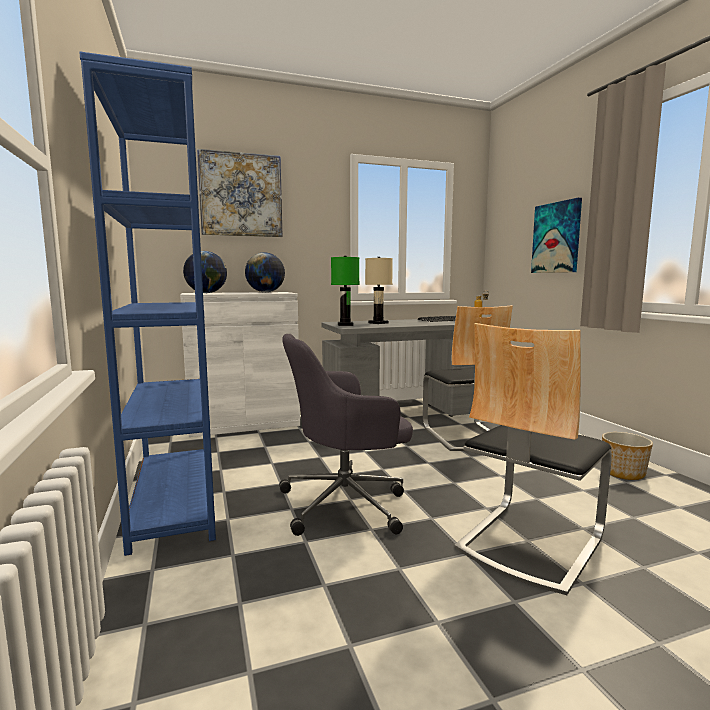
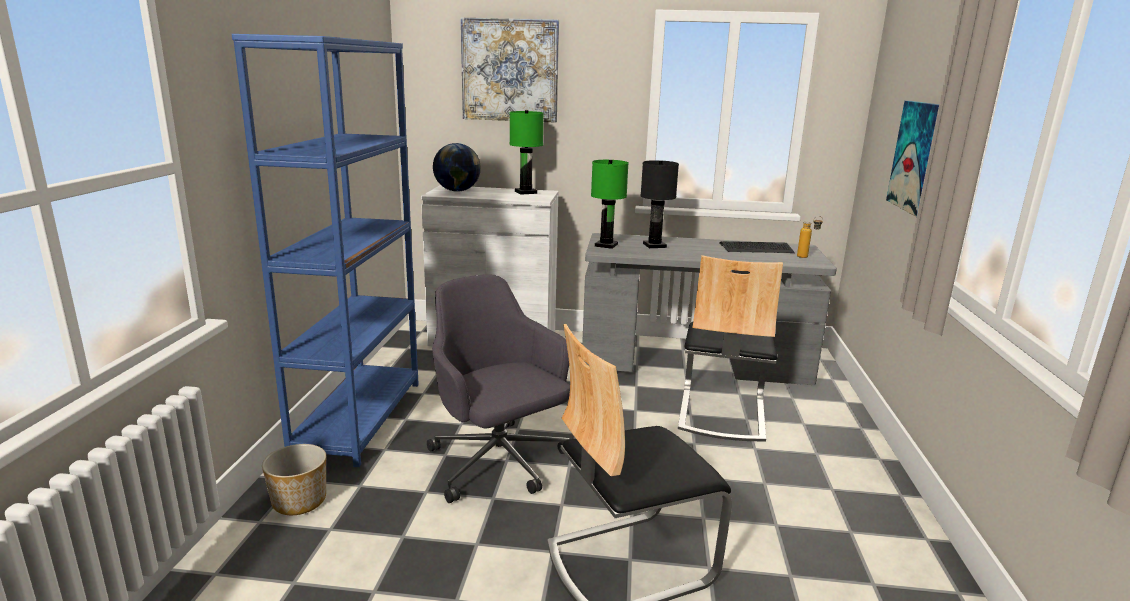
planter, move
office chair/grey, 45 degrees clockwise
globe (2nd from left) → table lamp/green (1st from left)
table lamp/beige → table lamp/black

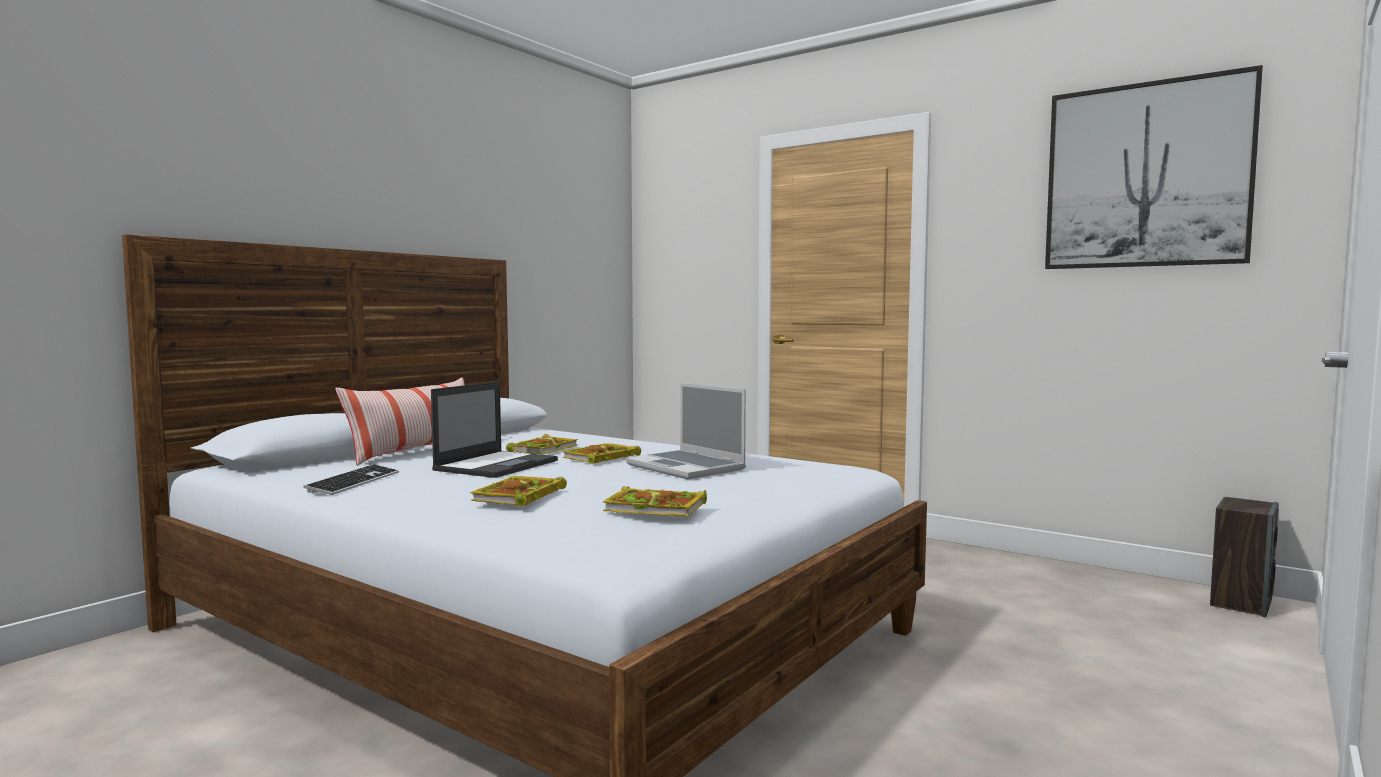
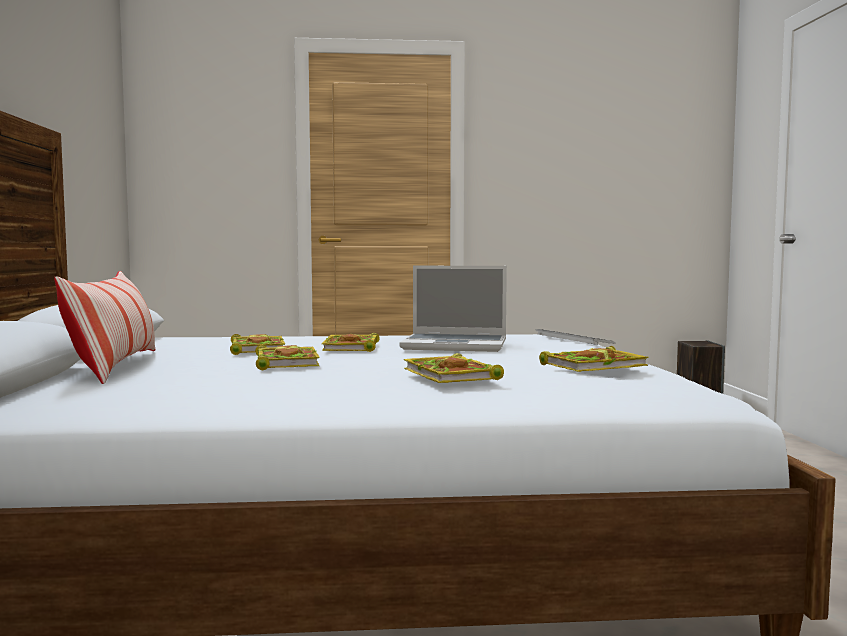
laptop (1st from left) → book (2nd from left)
keyboard, move
picture → -

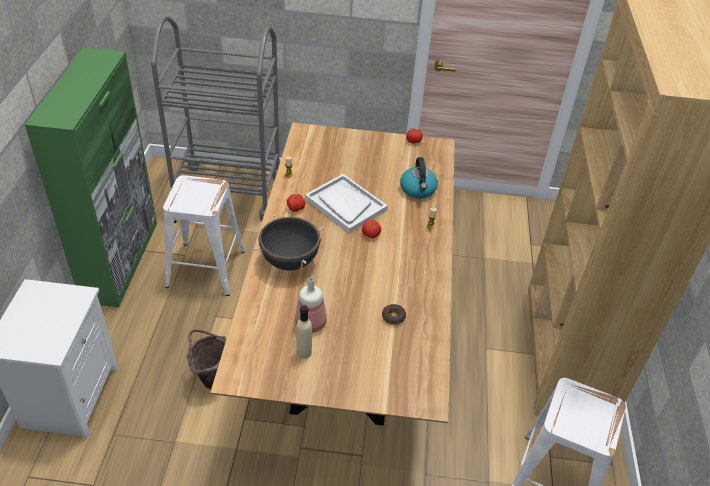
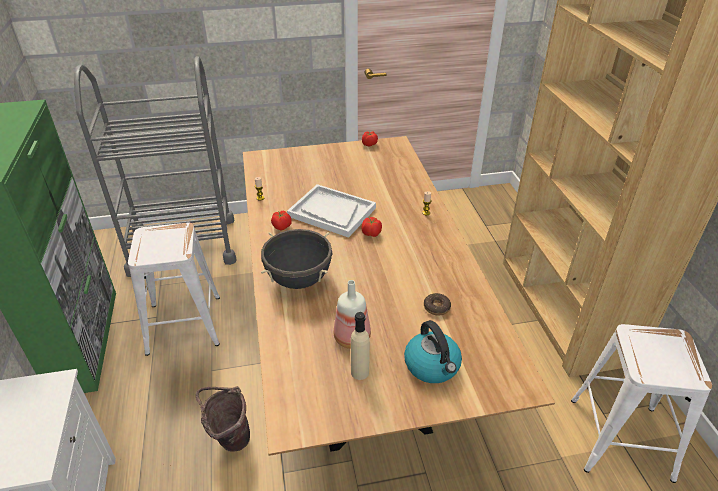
kettle, move

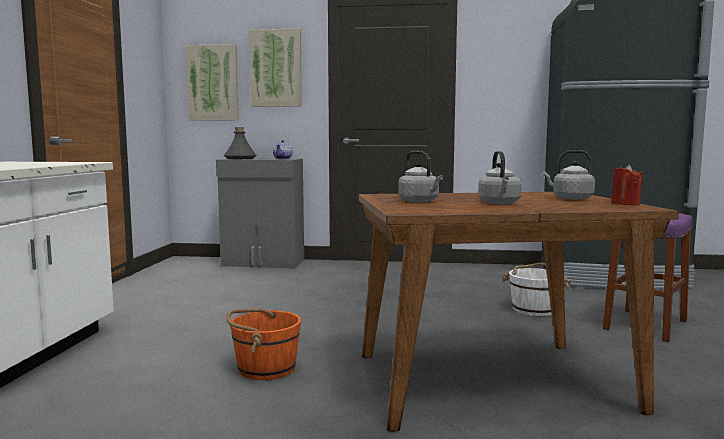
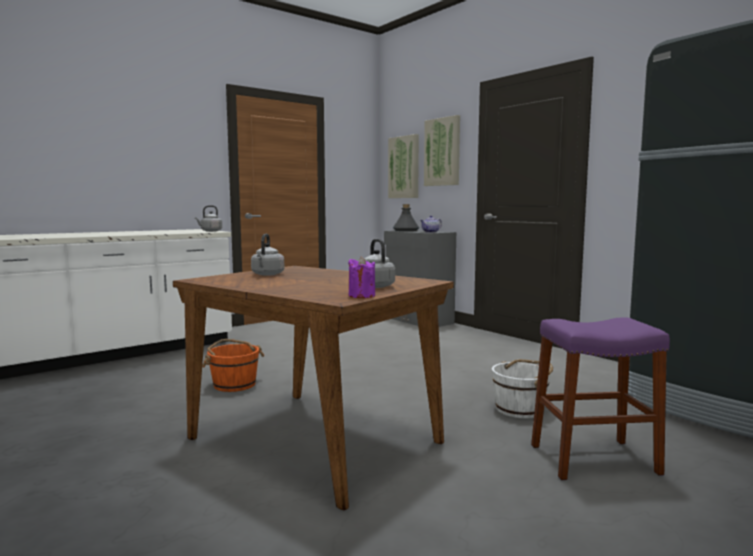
kettle/grey (2nd from left in the first image) → kettle/grey (1st from left), move
candle/red → candle/purple

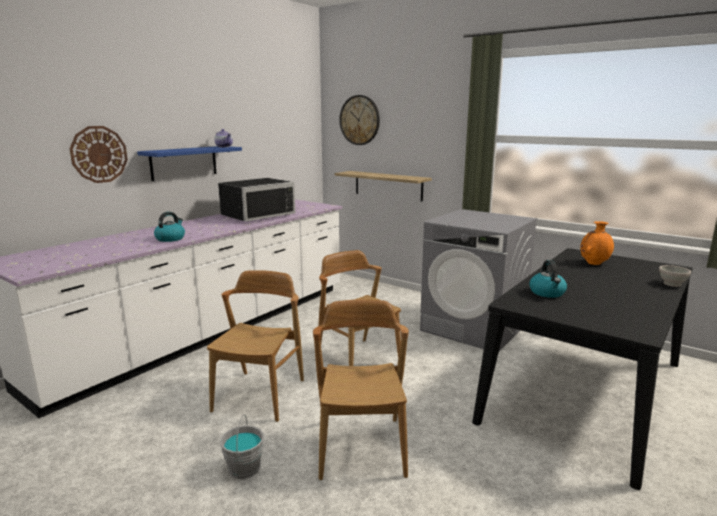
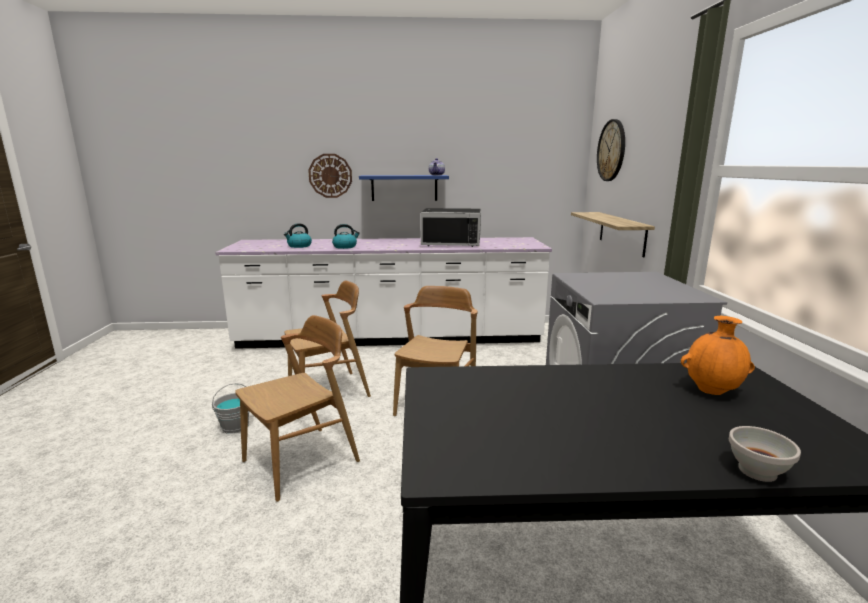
kettle (2nd from left in the first image) → kettle (1st from left), move

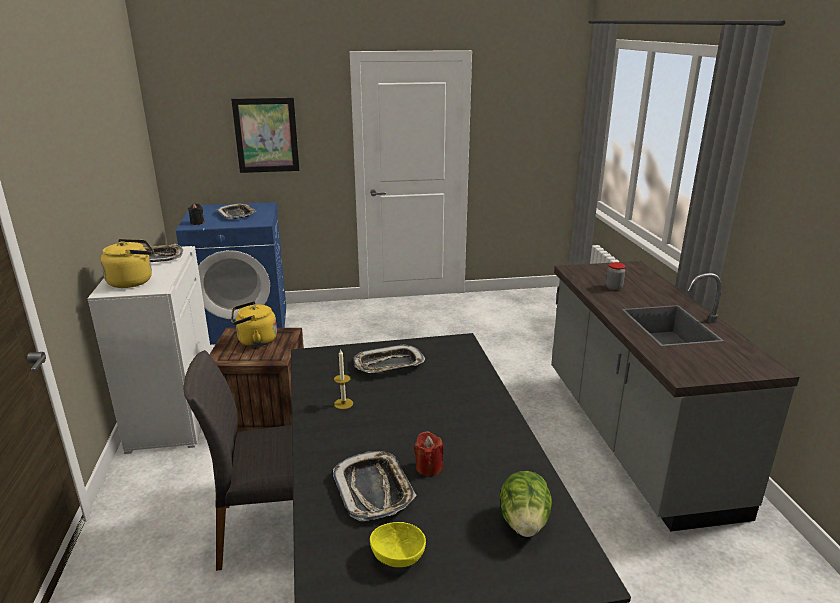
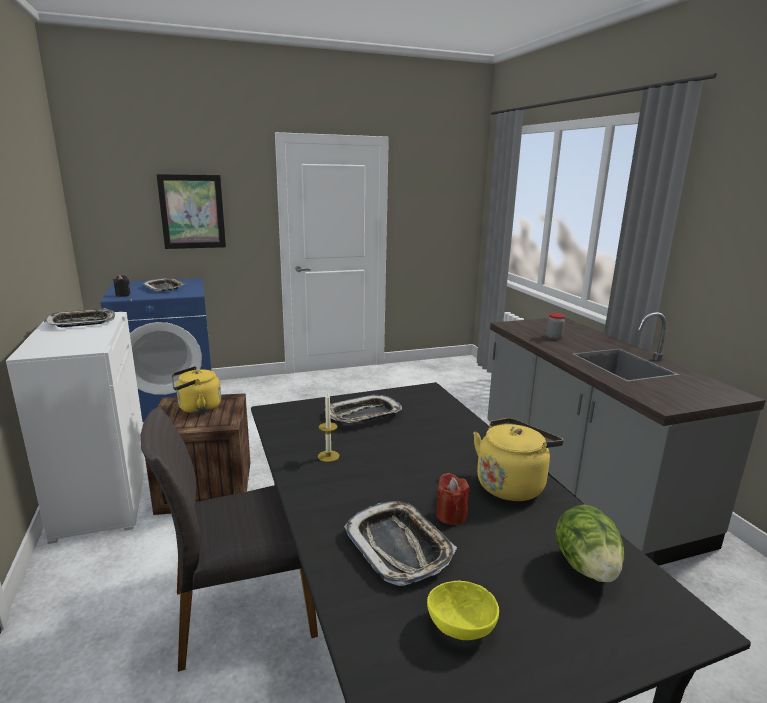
kettle/yellow (1st from left in the first image) → kettle/yellow (2nd from left), move

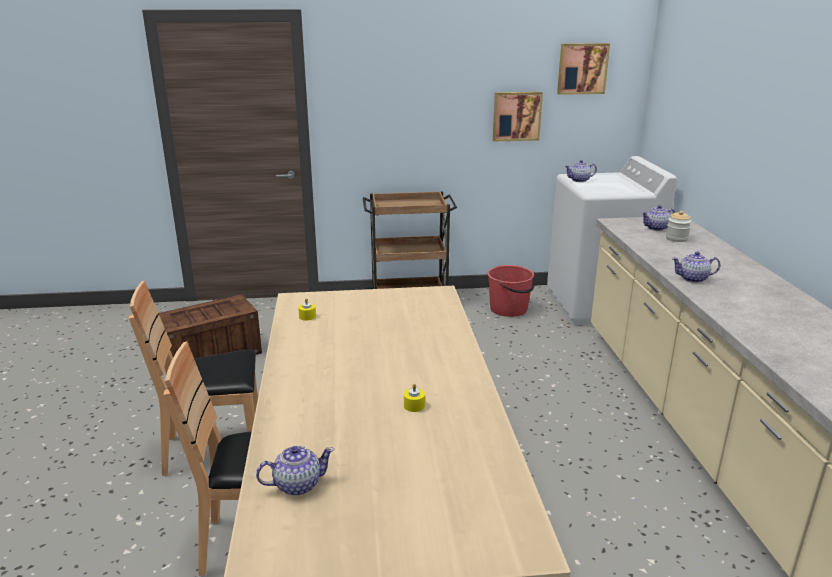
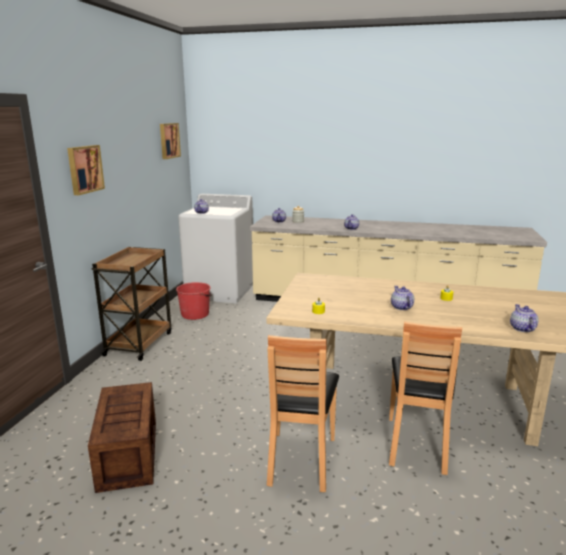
picture (1st from left), move
- → teapot (4th from left)

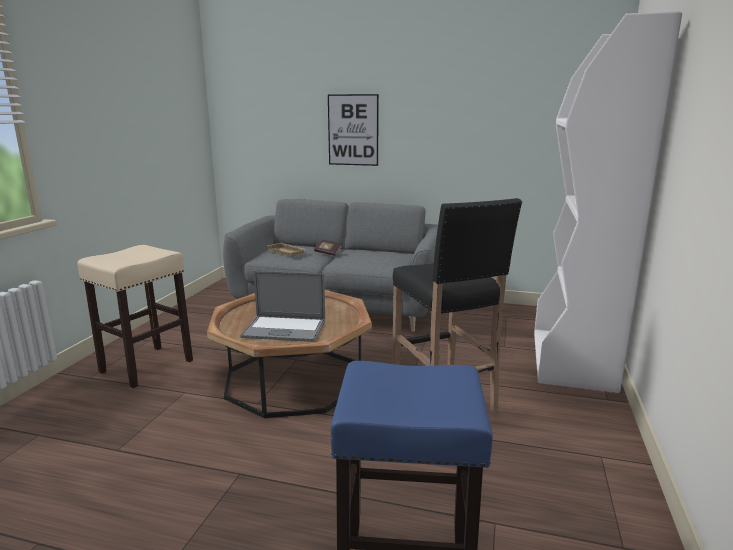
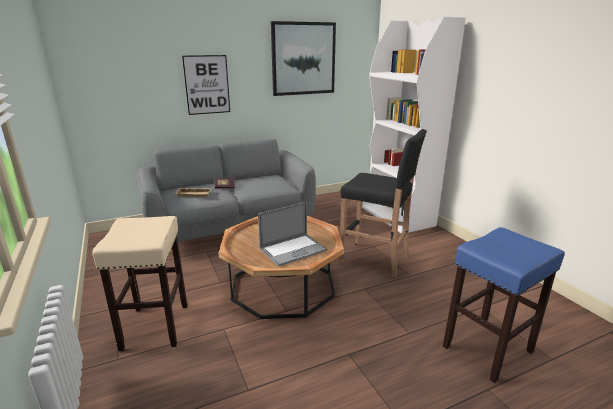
- → picture (2nd from left)

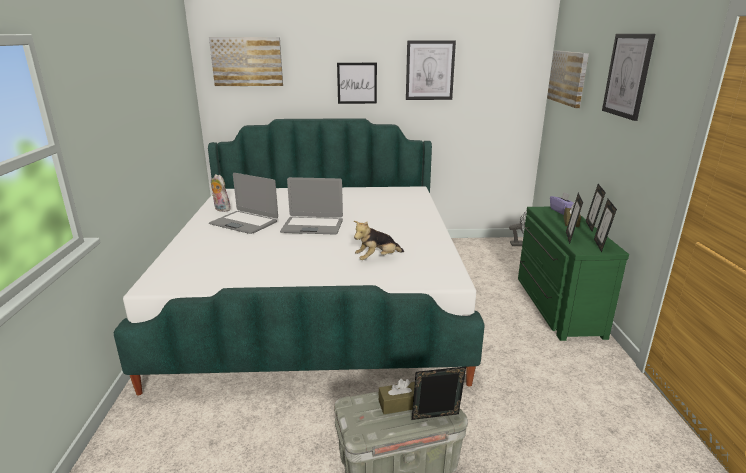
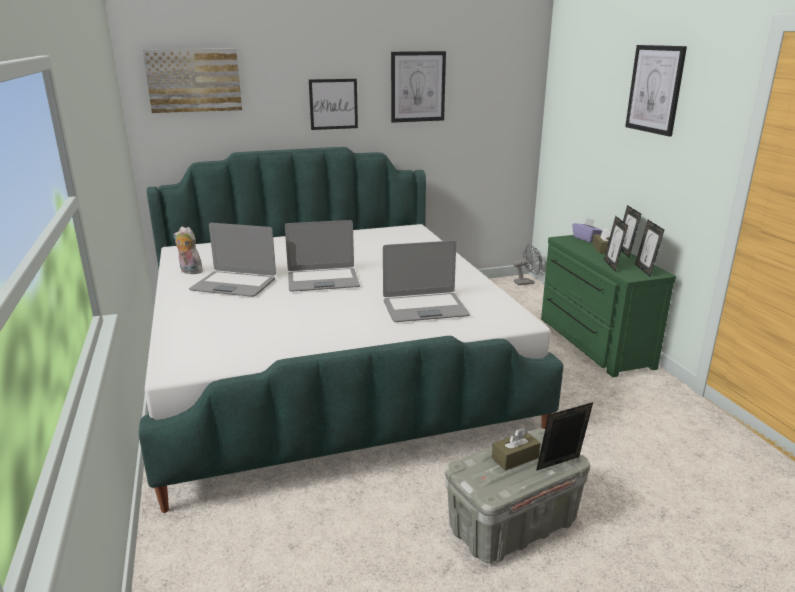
plush toy (2nd from left) → laptop (3rd from left)
picture (4th from left) → -

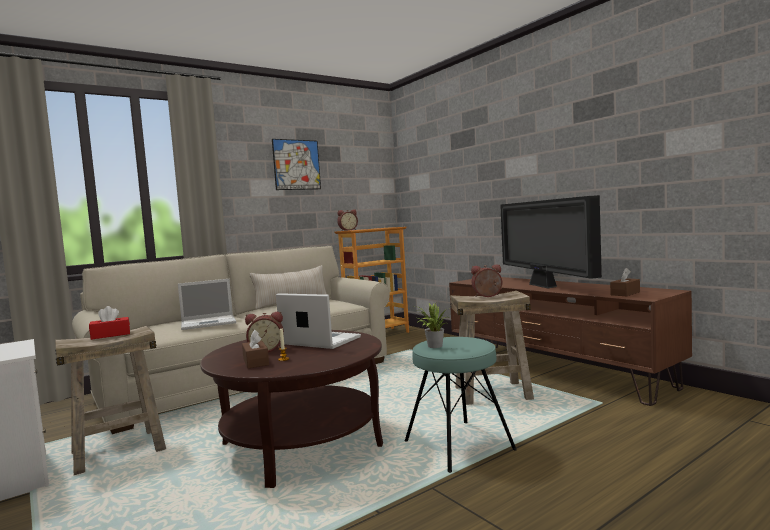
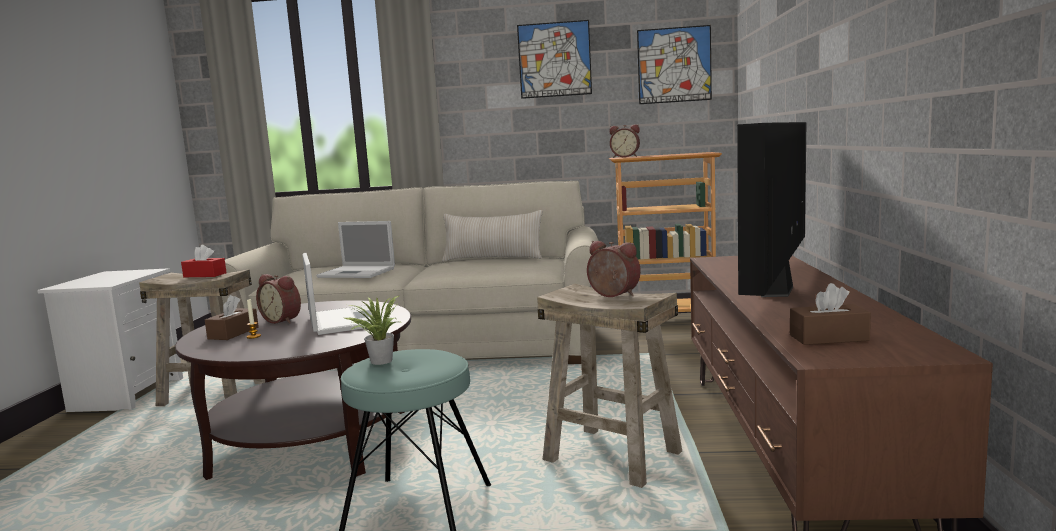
- → picture (2nd from left)

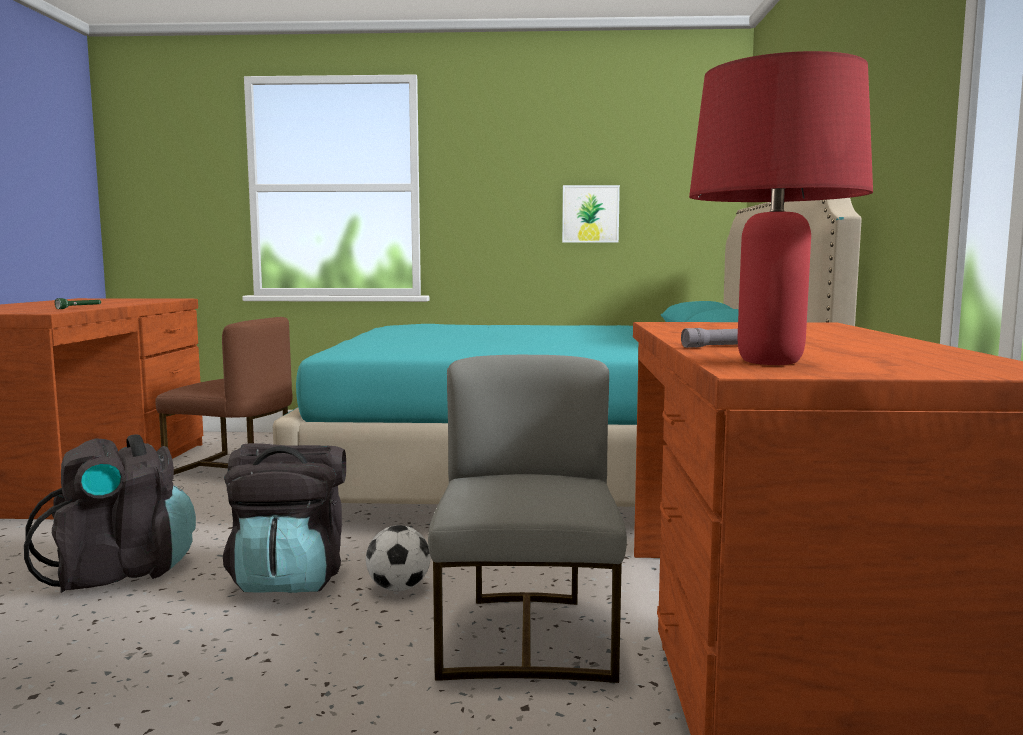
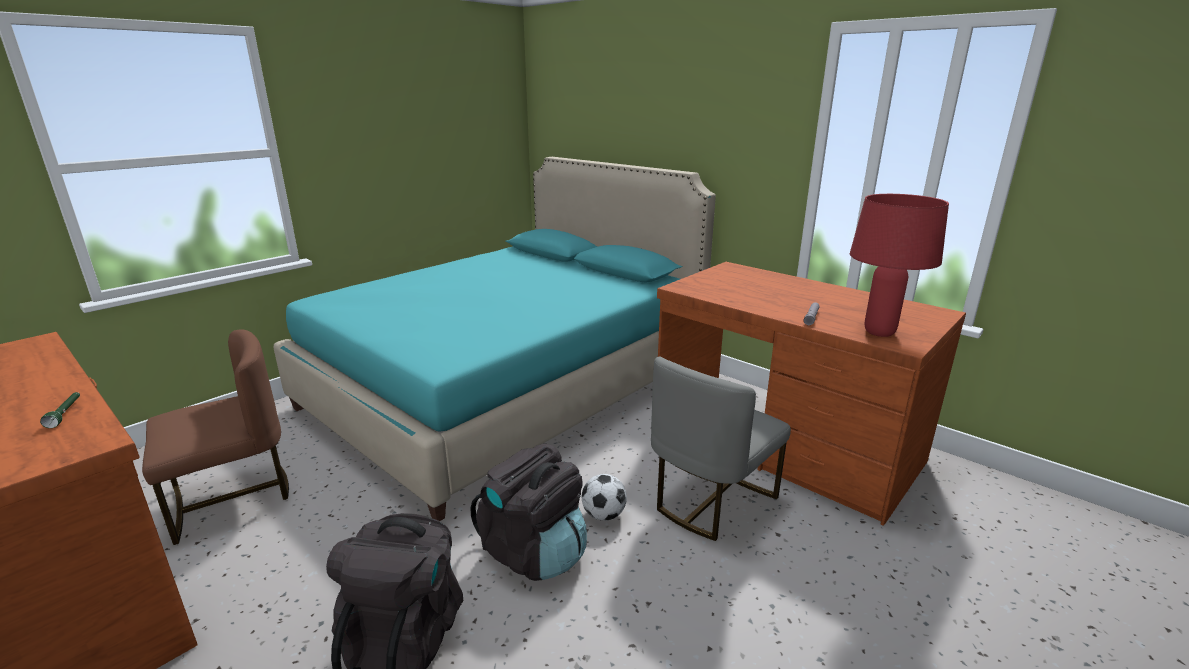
chair/grey, 90 degrees counterclockwise
picture → -

